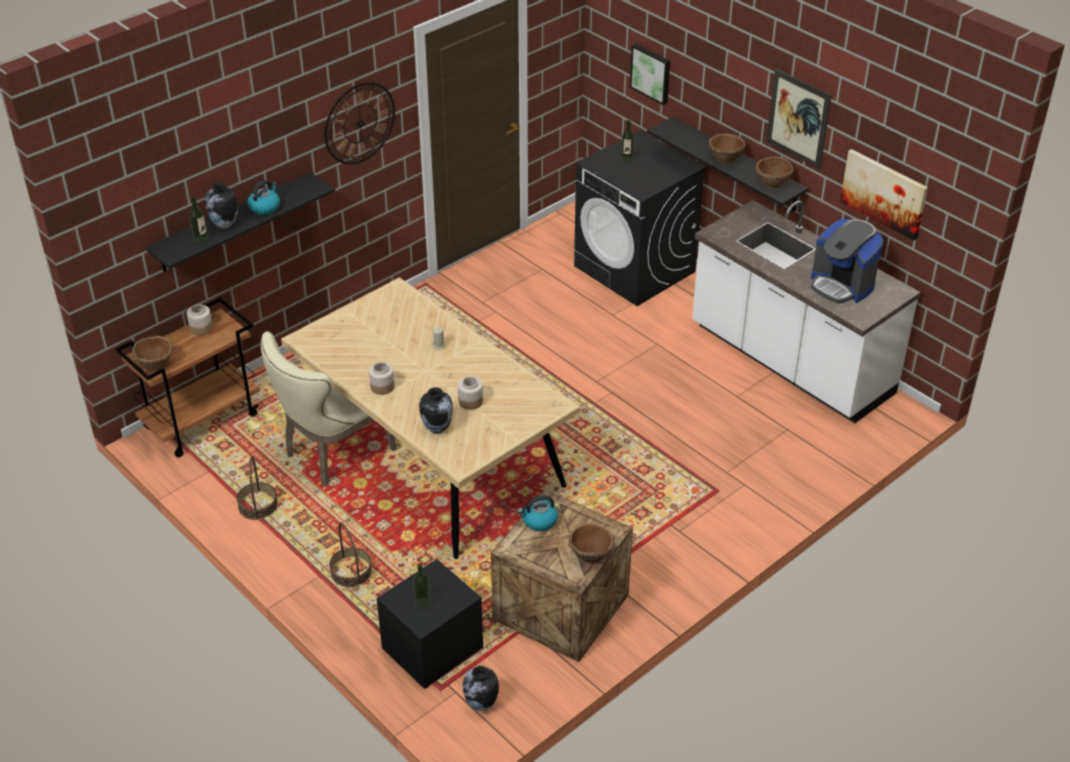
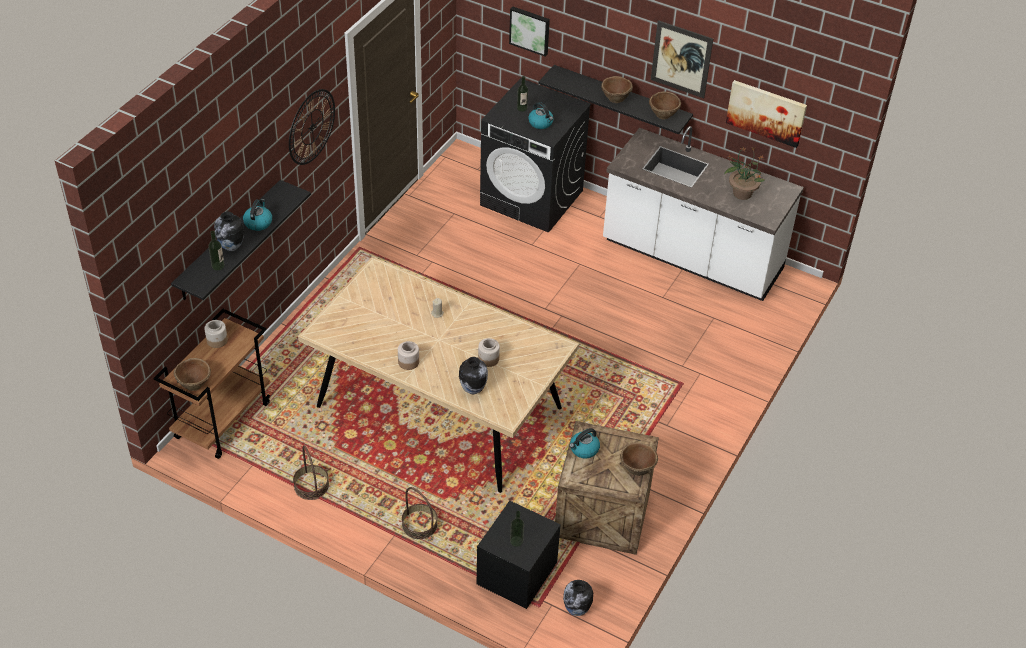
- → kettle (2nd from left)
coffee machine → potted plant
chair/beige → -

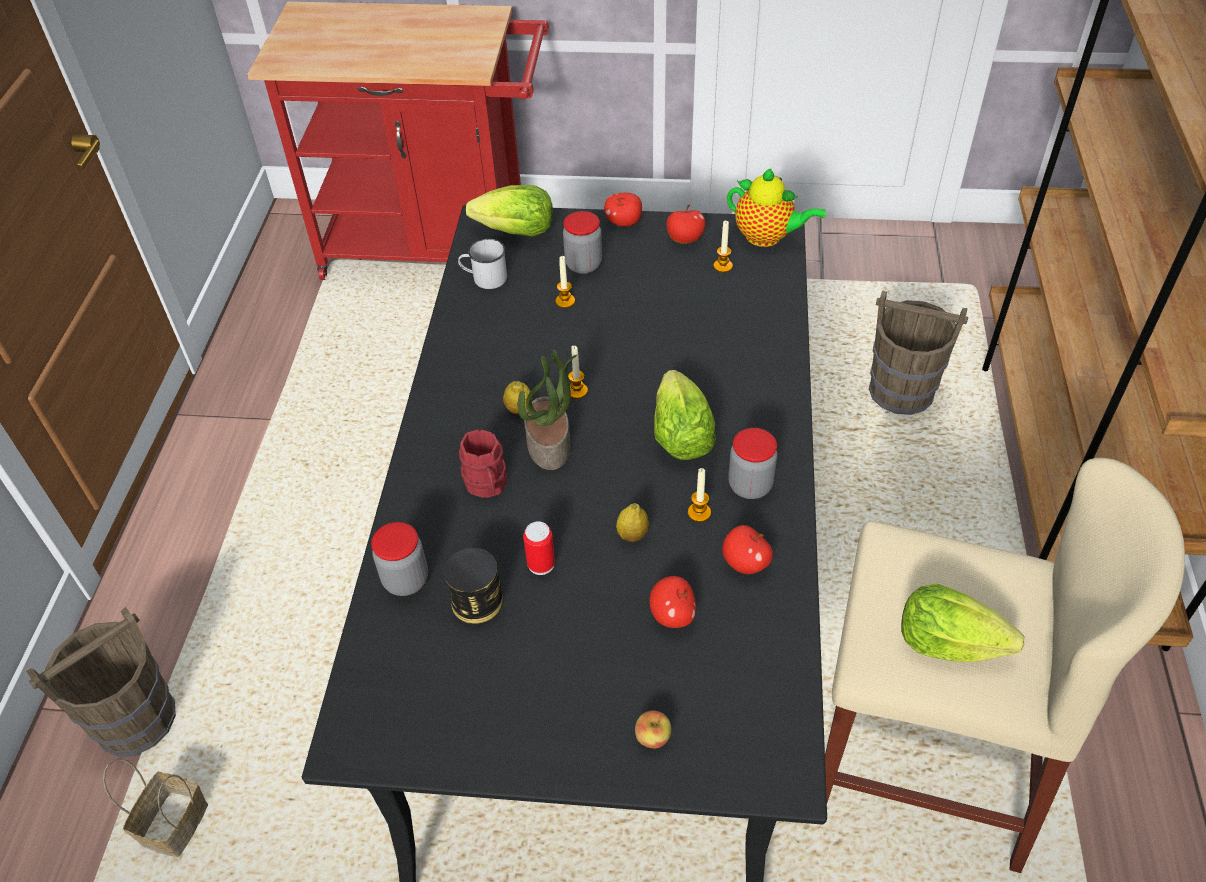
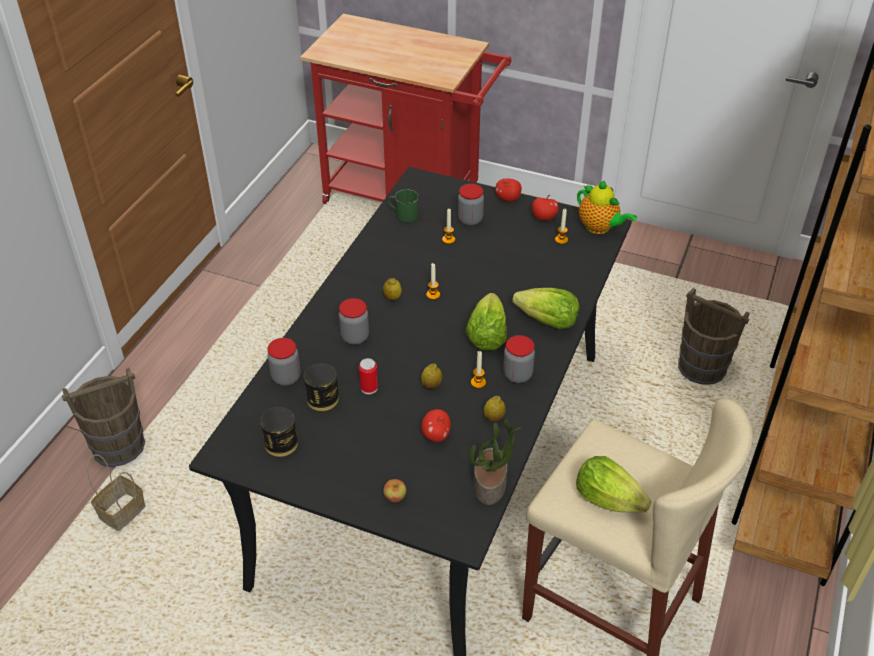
- → can (1st from left)
mug/red → jar (2nd from left)
mug/white → mug/green
potted plant, move
apple (5th from left) → lemon (3rd from left)
lettuce (1st from left in the first image) → lettuce (2nd from left), move

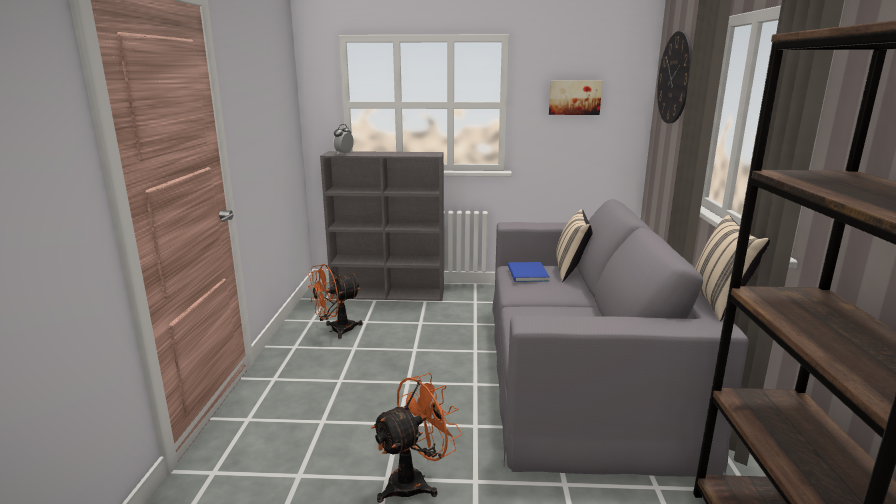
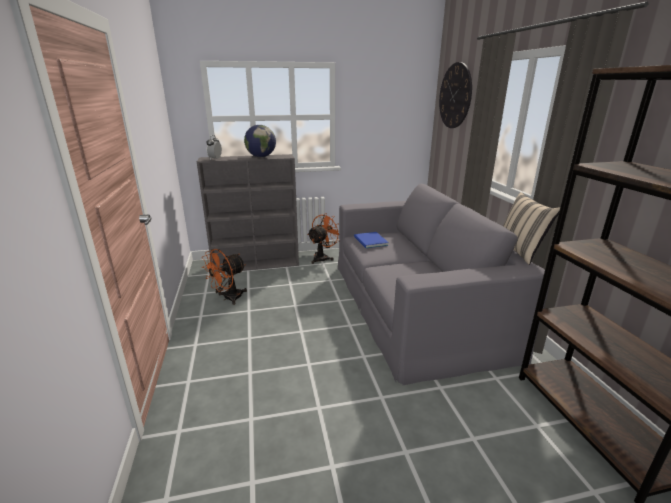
- → globe
fan/orange (2nd from left), move
picture → -
pillow/beige (1st from left) → -

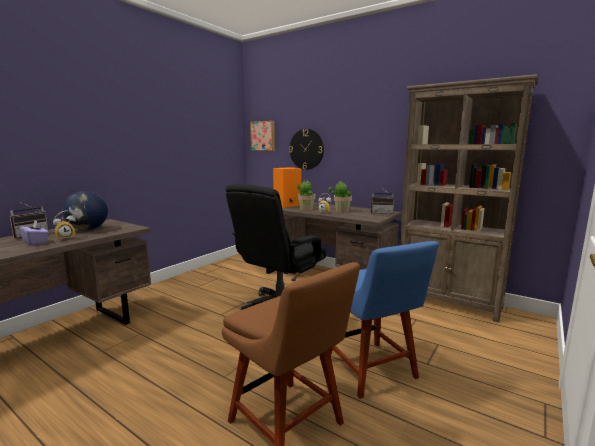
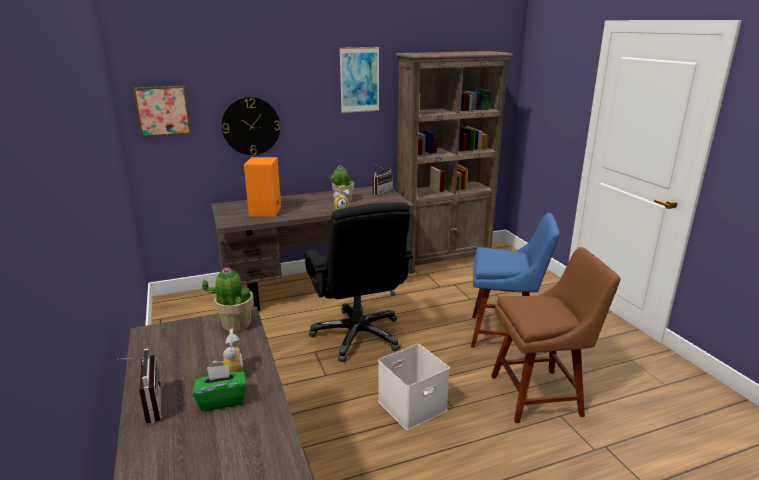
tissue box/purple → tissue box/green
potted plant (1st from left), move
- → picture (2nd from left)
- → storage box/white
globe → -

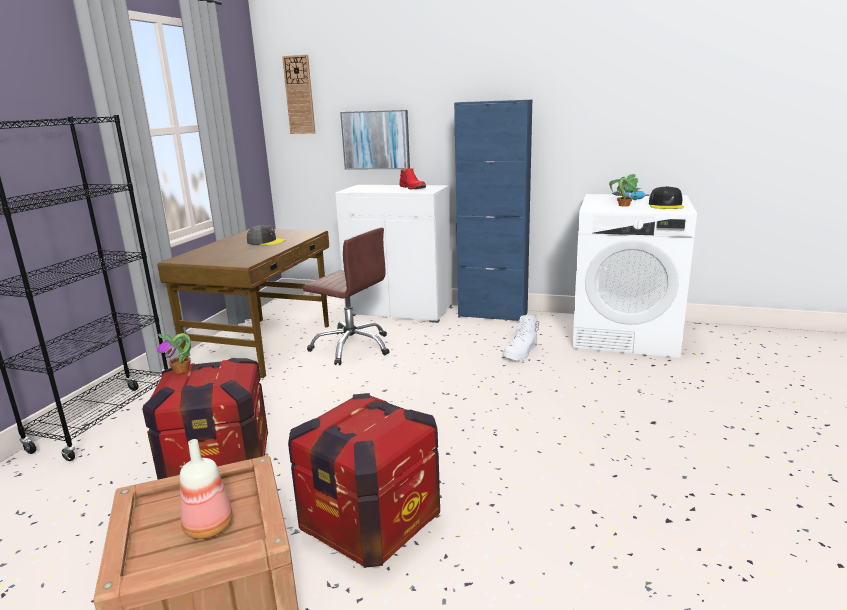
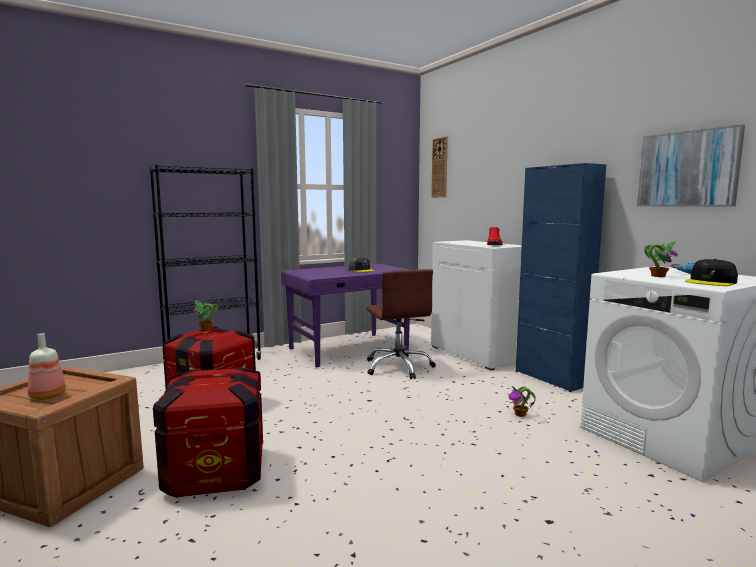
desk/brown → desk/purple
boot/white → potted plant (2nd from left)
picture, move

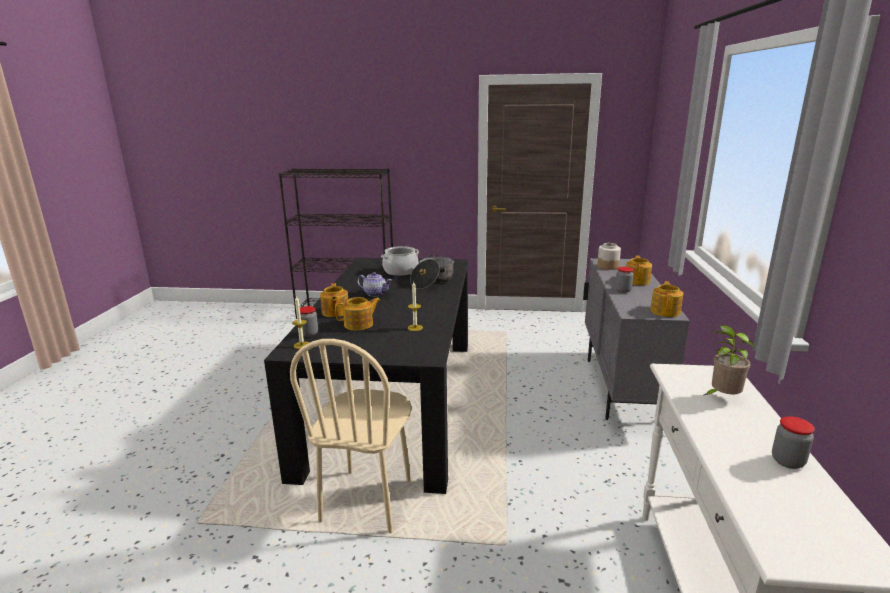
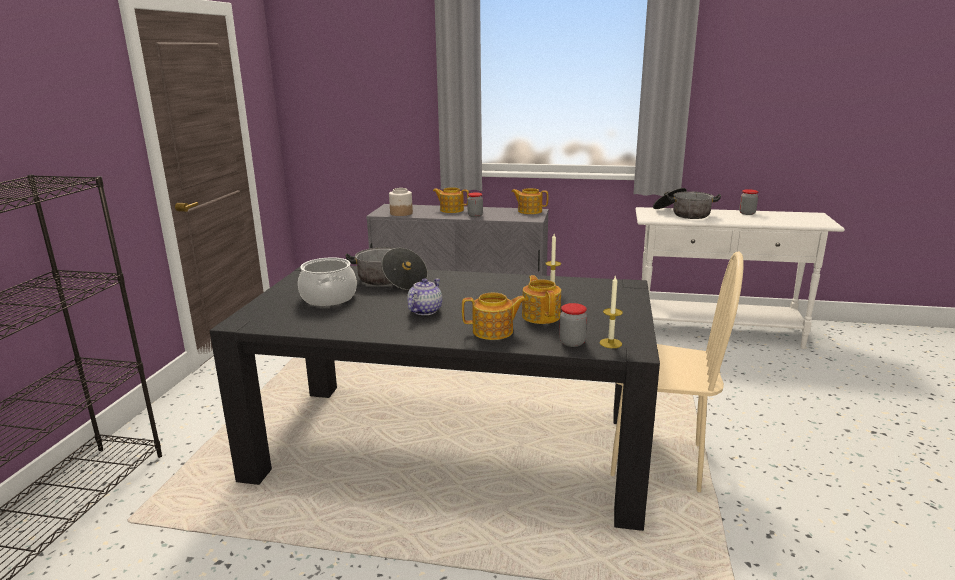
potted plant → cooking pot (3rd from left)

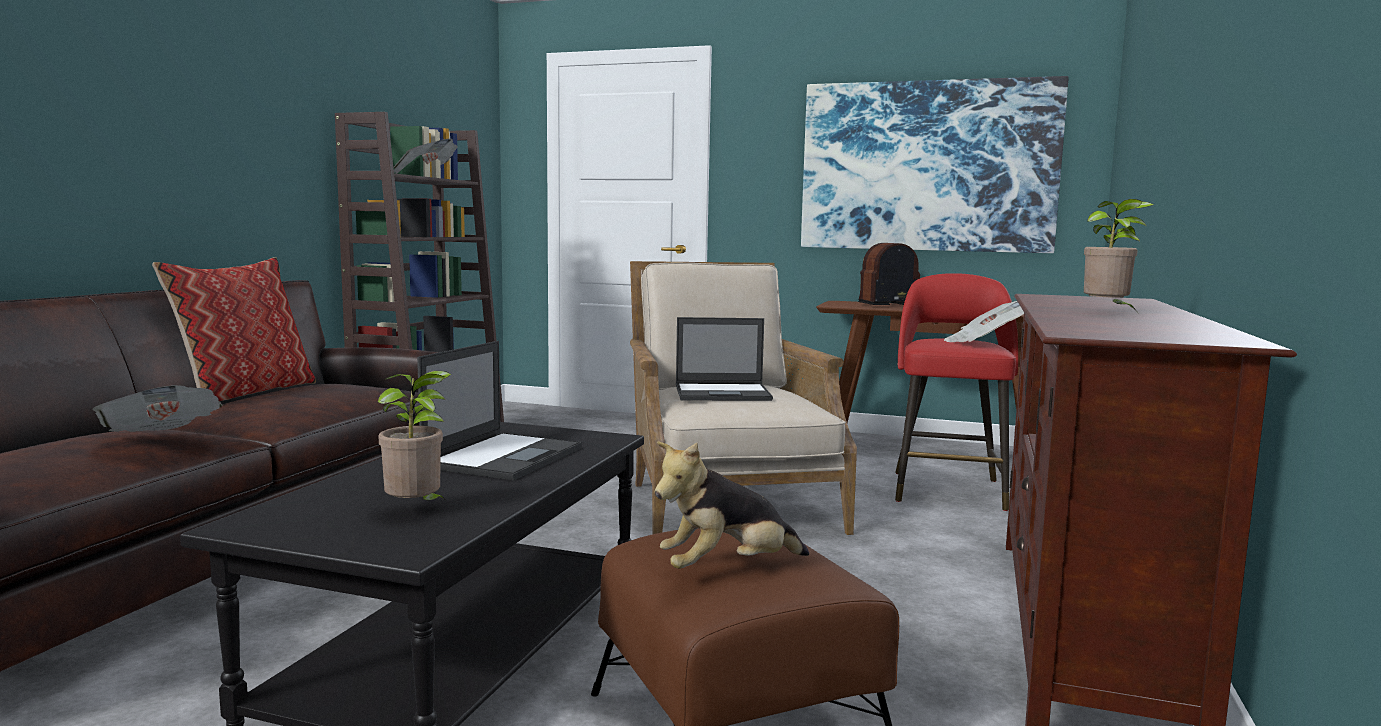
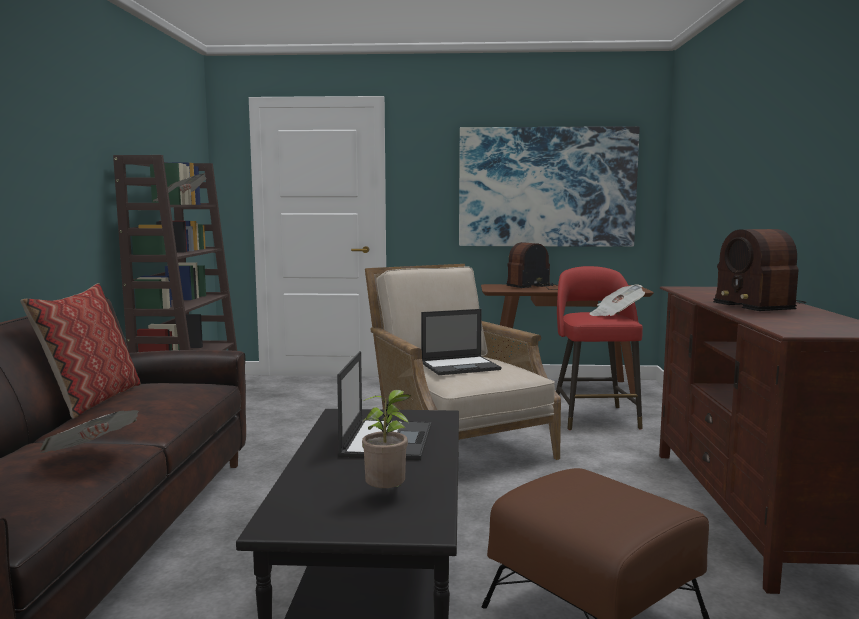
potted plant (2nd from left) → radio (2nd from left)
plush toy → -

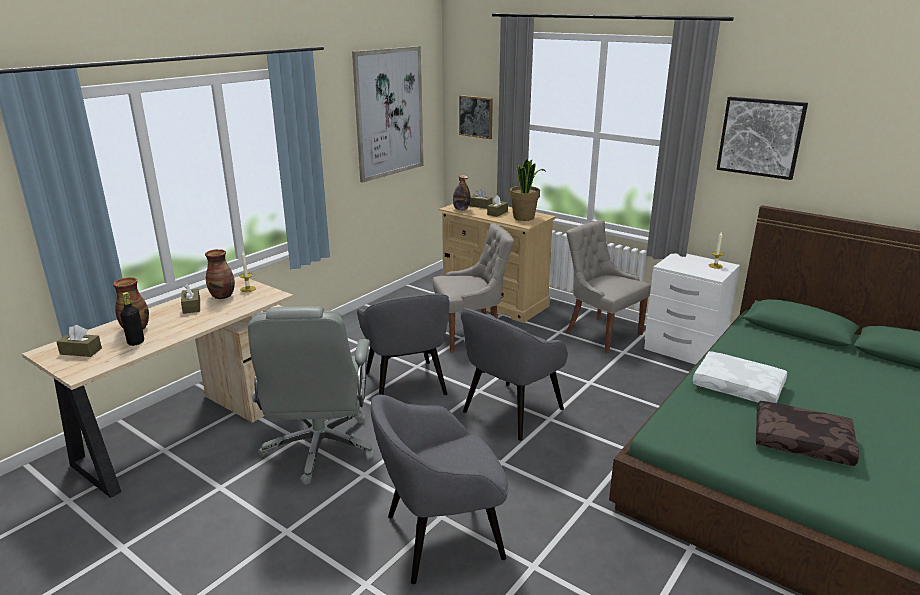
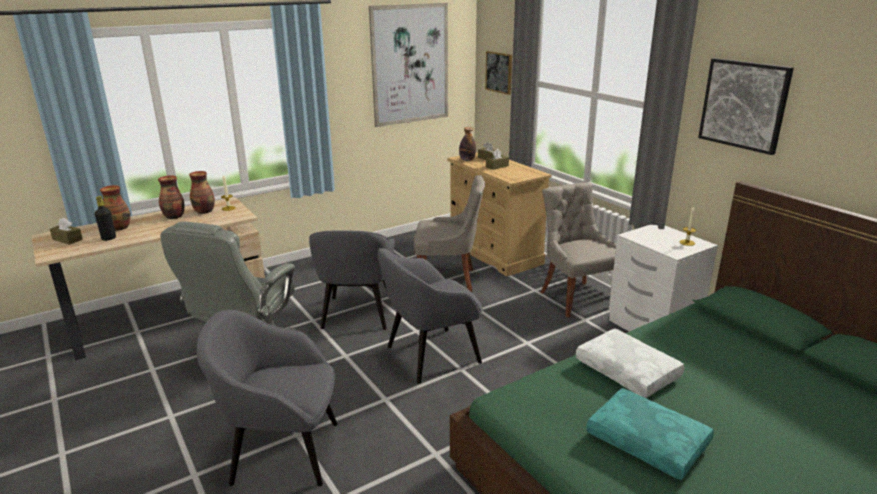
tissue box/brown (2nd from left) → vase (2nd from left)
pillow/brown → pillow/turquoise
potted plant → -

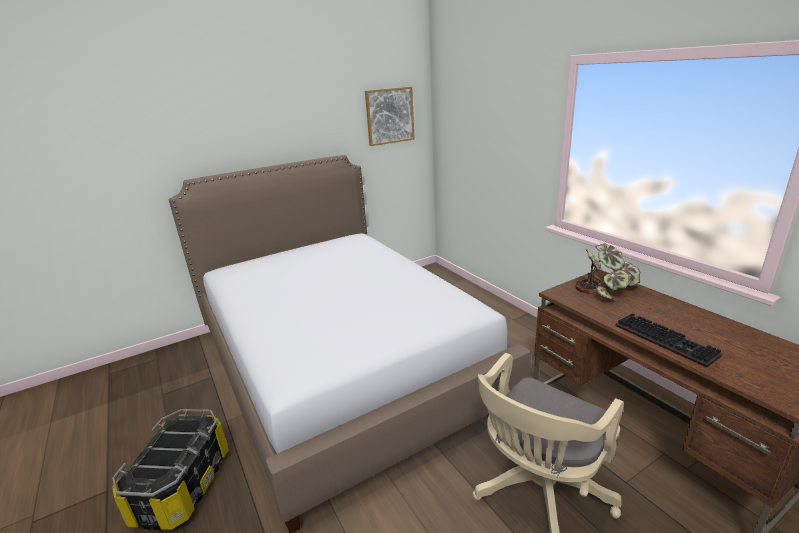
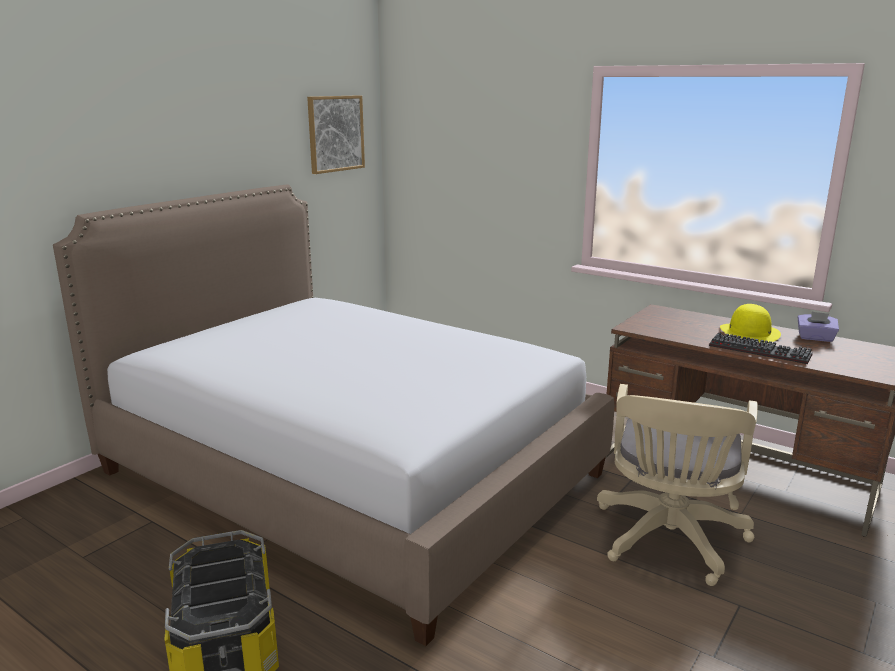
- → hat/yellow
- → tissue box/purple
potted plant → -

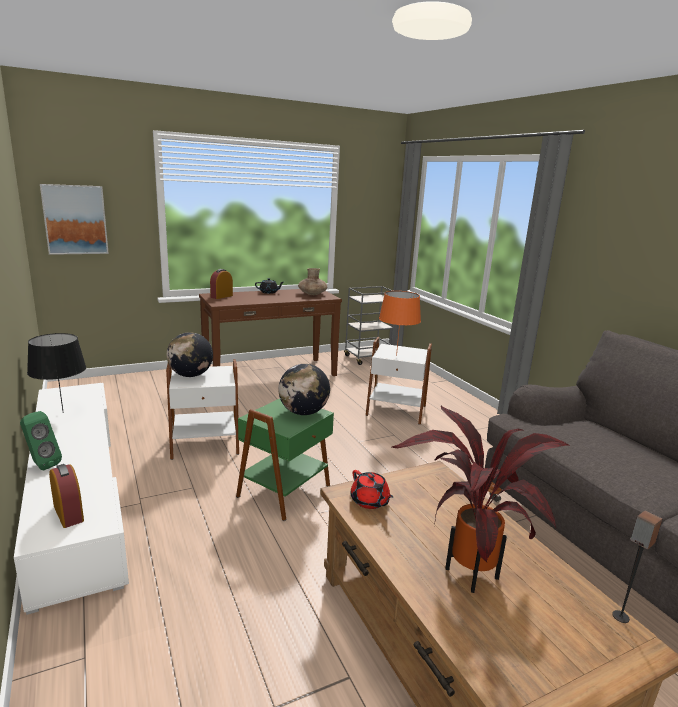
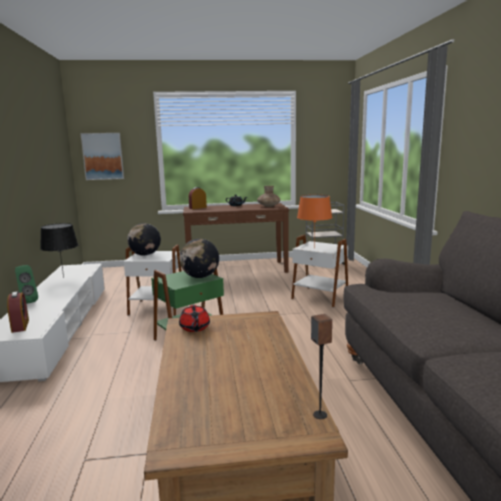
potted plant → -

